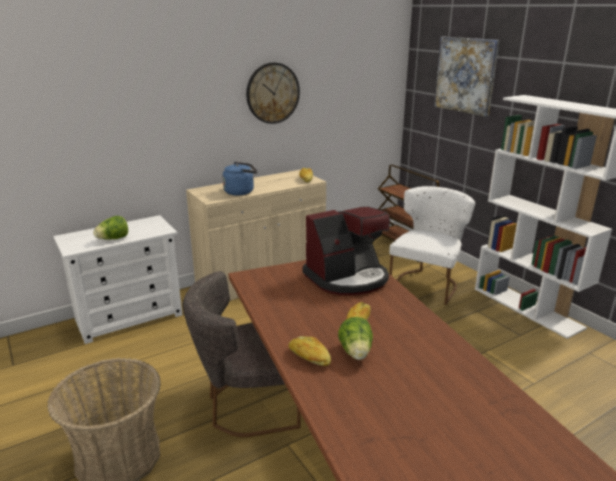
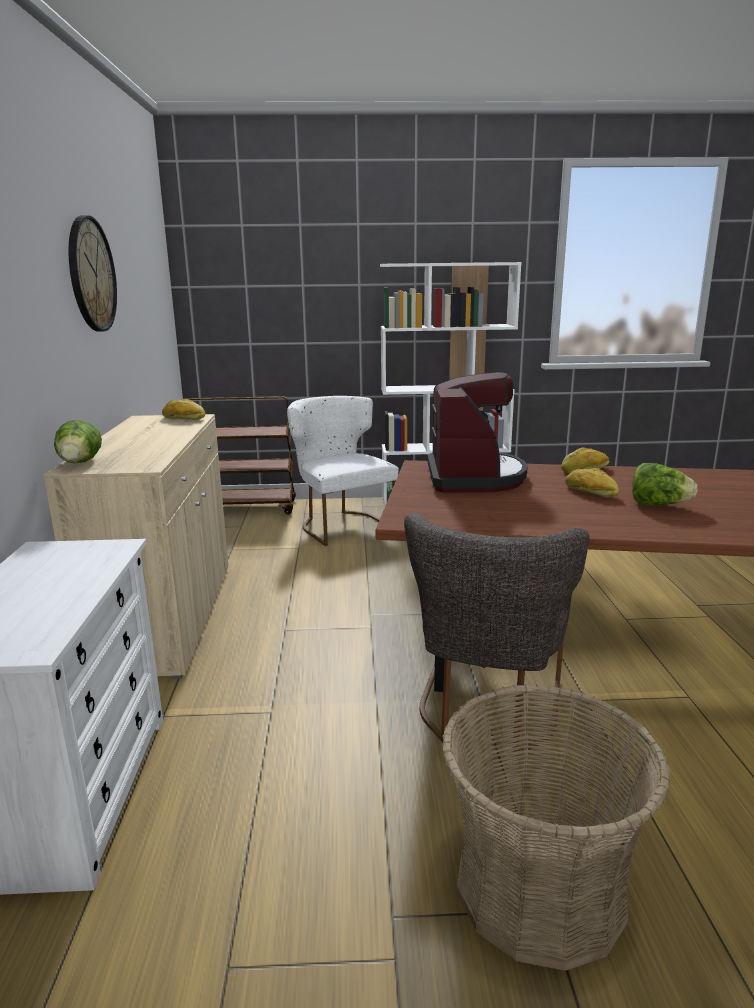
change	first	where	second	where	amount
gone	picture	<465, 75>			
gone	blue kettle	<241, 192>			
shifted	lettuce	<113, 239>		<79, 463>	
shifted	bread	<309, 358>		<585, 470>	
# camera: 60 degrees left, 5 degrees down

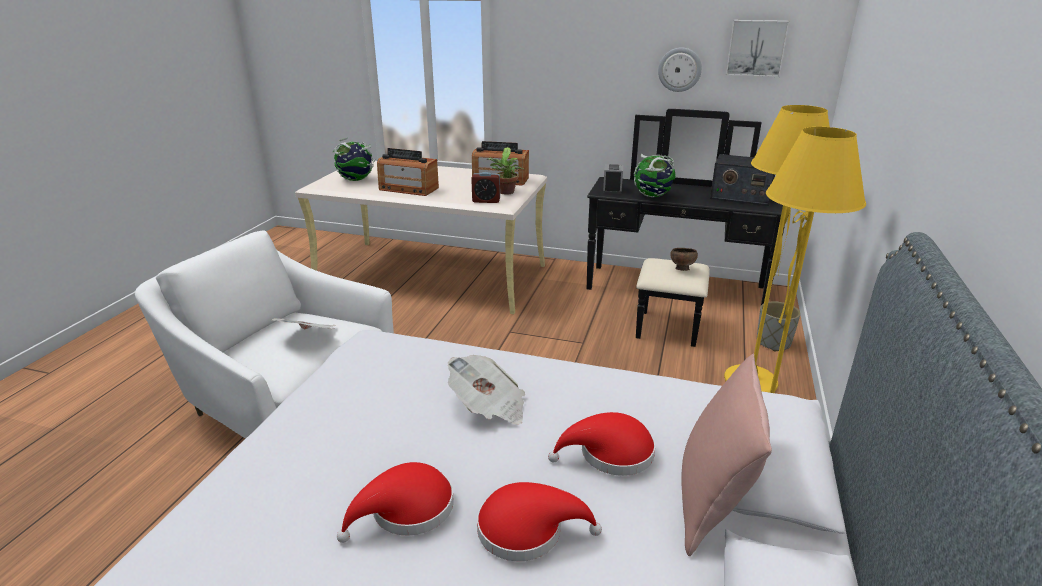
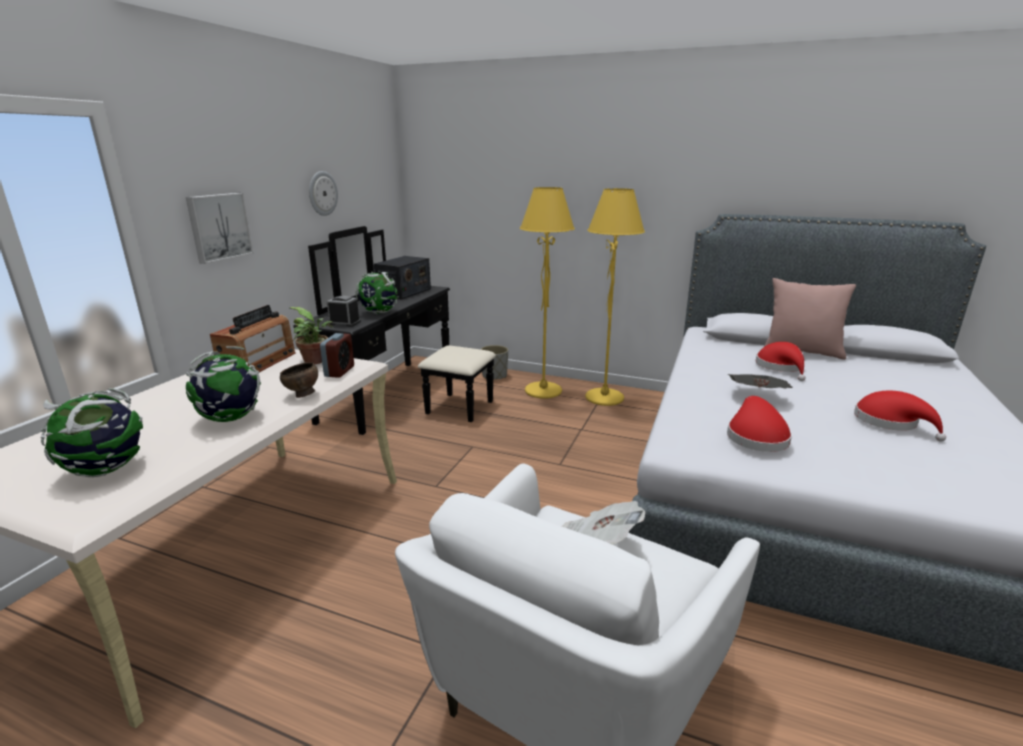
change	first	where	second	where	amount
shifted	picture	<756, 48>		<219, 227>	
swapped	radio	<408, 189>	globe	<230, 419>	
shifted	brown bowl	<681, 269>		<302, 395>	
shifted	red hat	<527, 529>		<755, 436>	
# camera: 85 degrees left, 5 degrees down

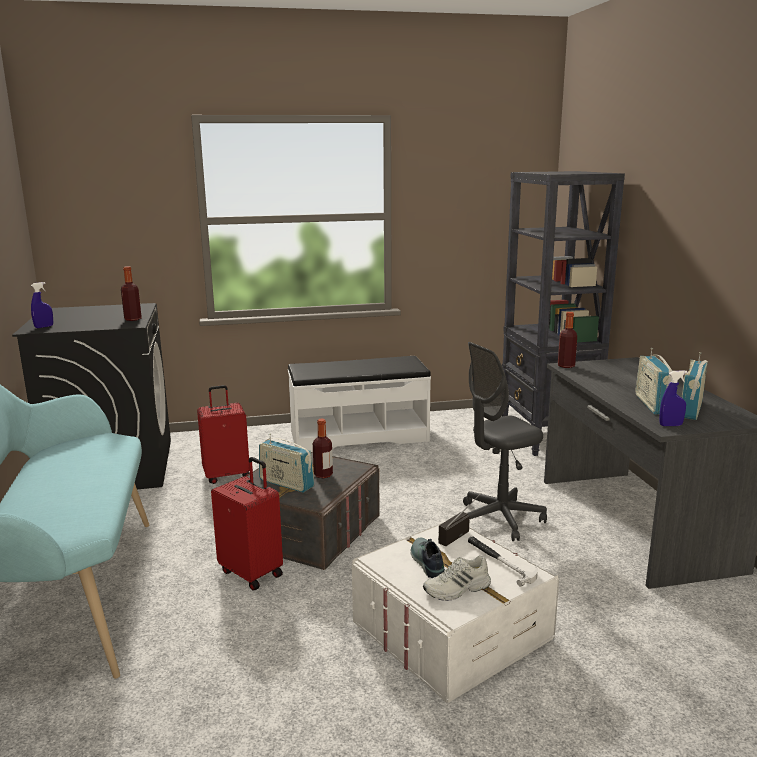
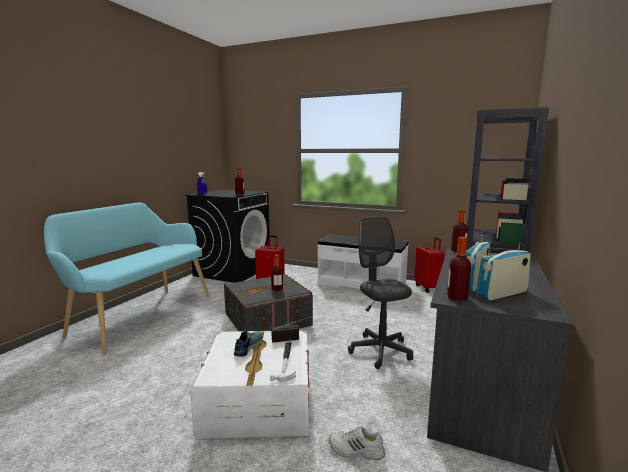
change	first	where	second	where	amount
rotated	grey office chair	<499, 519>		<380, 351>	60 degrees clockwise
swapped	blue spray bottle	<670, 425>	bottle	<457, 298>	
gone	radio	<286, 484>			
shifted	red suitcase	<252, 572>		<428, 288>	
shifted	white shoe	<457, 589>		<356, 451>	
# camera: 35 degrees right, 5 degrees down

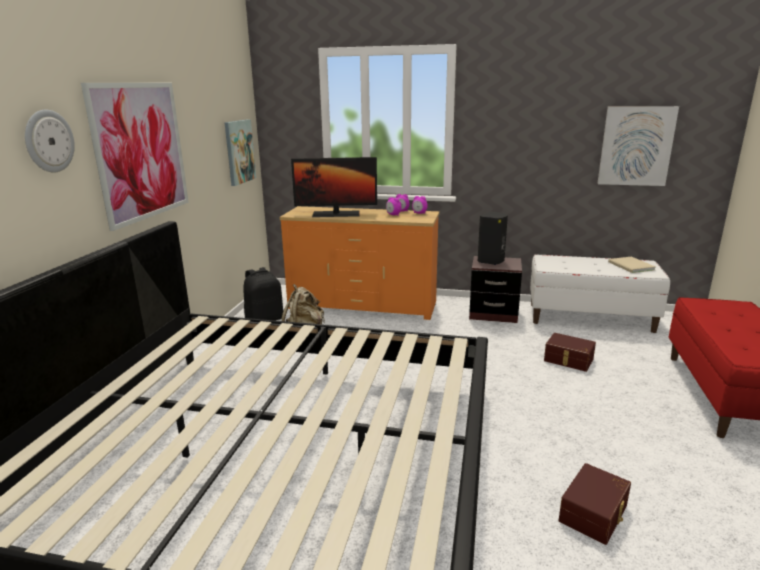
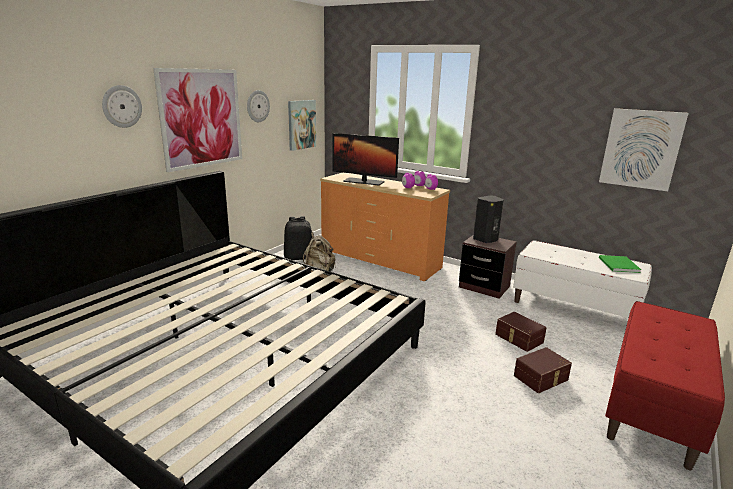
change	first	where	second	where	amount
repainted	beige book	<631, 266>	green book	<618, 265>	
shifted	brown storage box	<595, 514>		<541, 378>	
new			wall clock	<257, 106>	
# camera: 20 degrees right, 0 degrees up

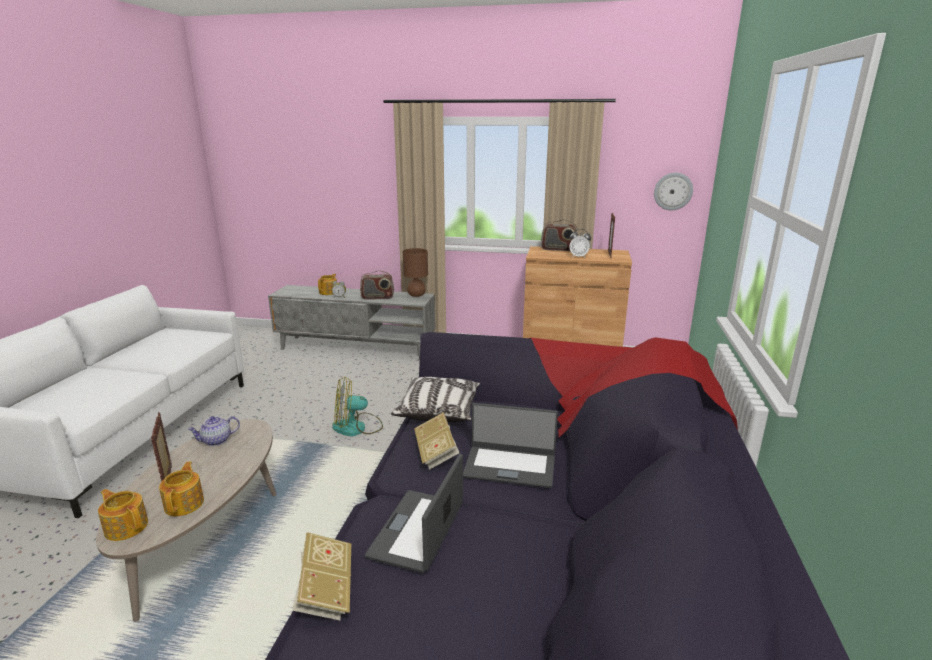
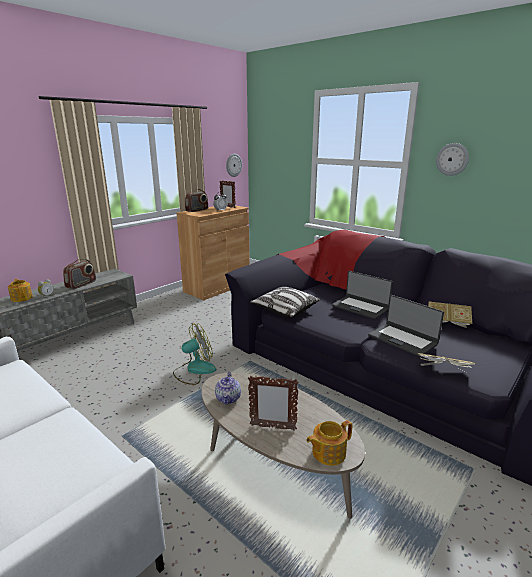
change	first	where	second	where	amount
gone	brown table lamp	<416, 295>			
rotated	fan	<357, 427>		<194, 370>	135 degrees counterclockwise
rotated	laptop	<510, 466>		<360, 307>	90 degrees clockwise
shifted	book	<436, 452>		<447, 322>	
gone	teapot	<185, 503>			
new			wall clock	<452, 159>	
# camera: 60 degrees left, 0 degrees up

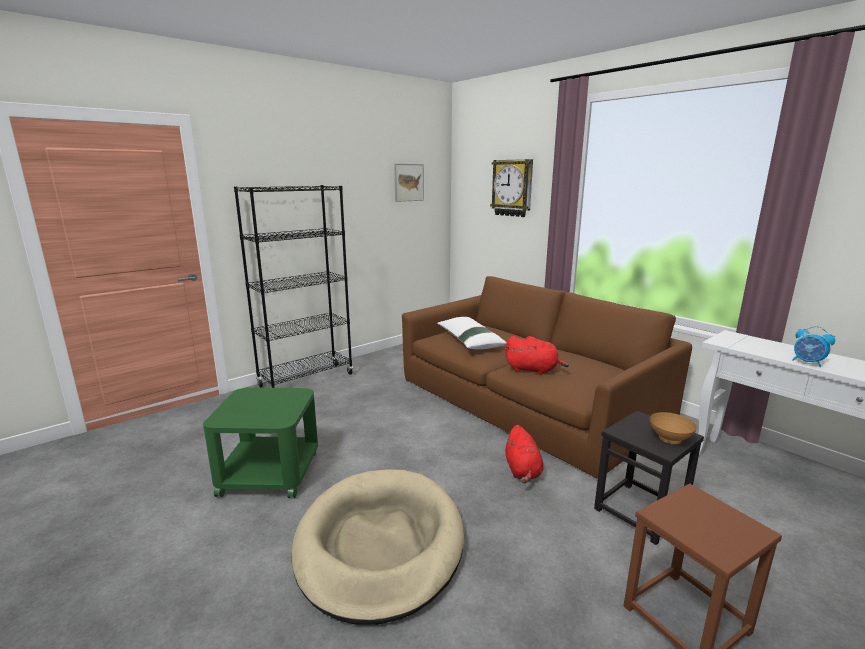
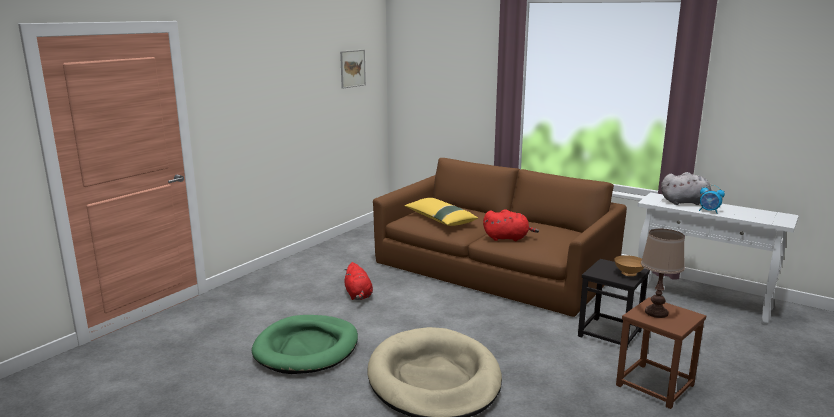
change	first	where	second	where	amount
gone	wall clock	<512, 188>			
gone	black bookcase	<306, 380>			
repainted	white pillow	<469, 340>	yellow pillow	<439, 219>	
swapped	green side table	<270, 472>	green dog bed	<307, 348>	
shifted	red plush toy	<522, 471>		<358, 295>	
new			grey plush toy	<686, 202>	
new			brown table lamp	<656, 313>	
# camera: 15 degrees left, 0 degrees up

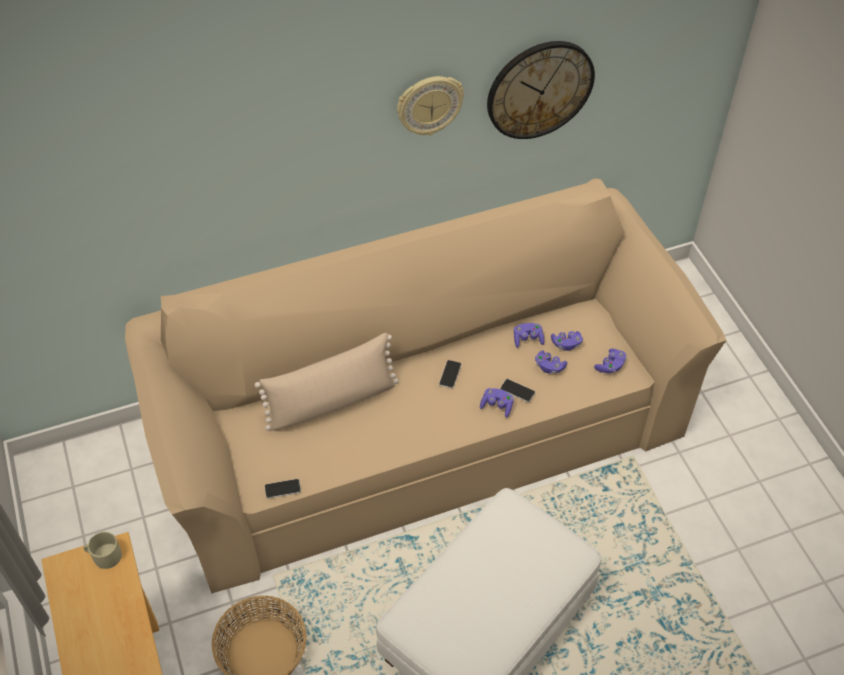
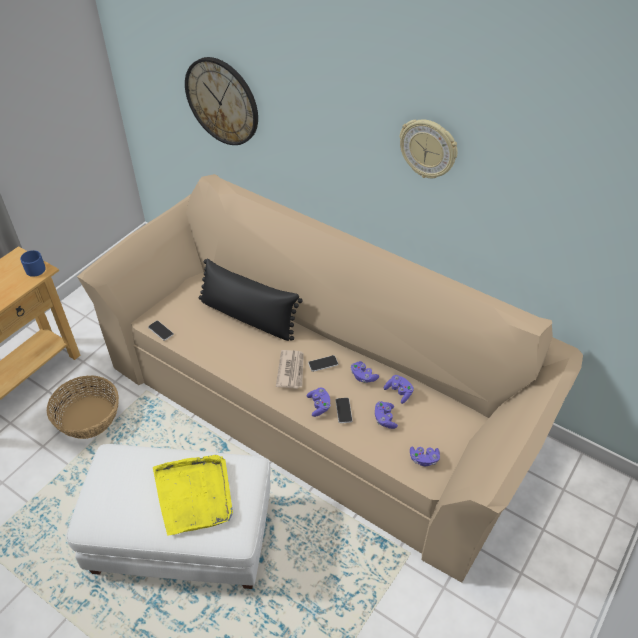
change	first	where	second	where	amount
shifted	wall clock	<539, 89>		<222, 101>	
shifted	purple game controller	<566, 344>		<363, 376>	
repainted	beige pillow	<332, 402>	black pillow	<248, 317>	
repainted	beige mug	<104, 555>	blue mug	<35, 268>	
new			newspaper	<291, 370>	
new			yellow tray	<194, 495>	
# camera: 55 degrees right, 5 degrees down

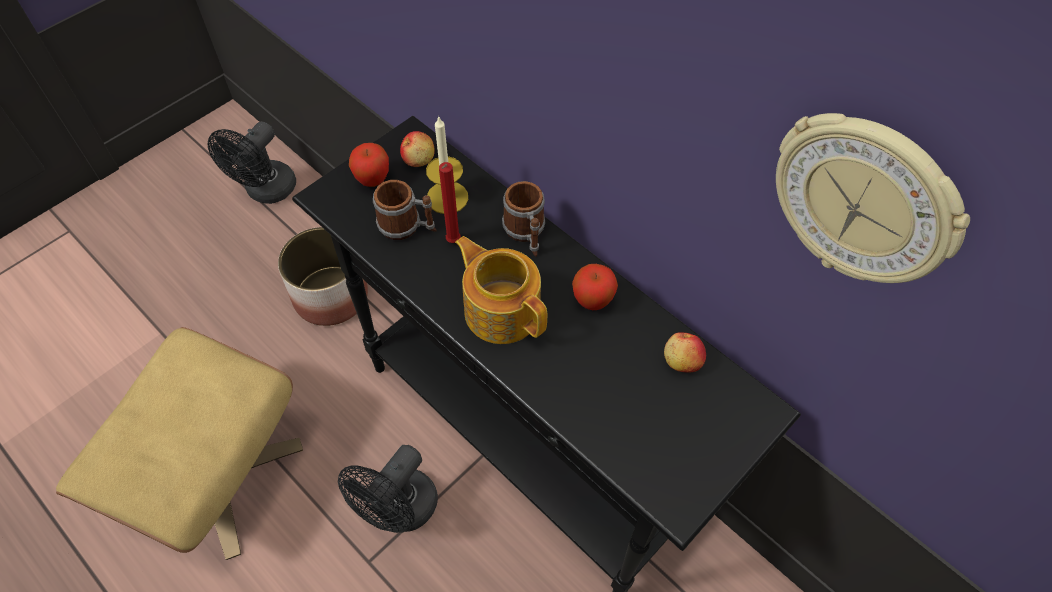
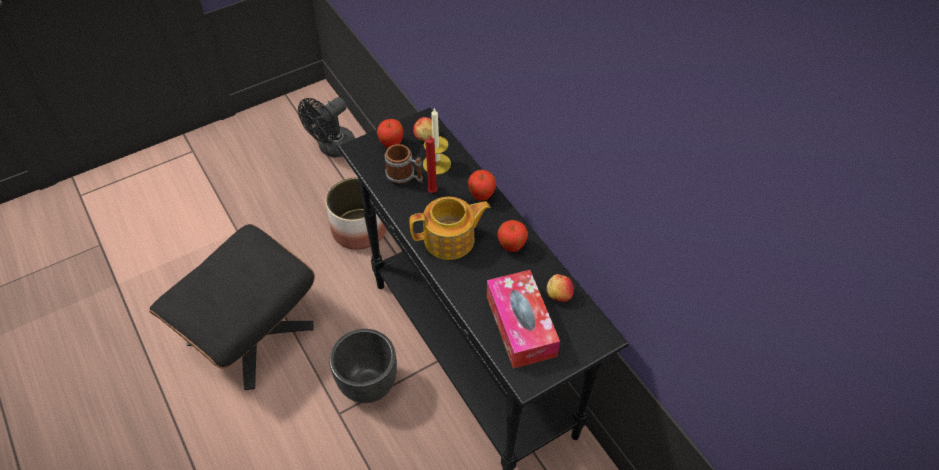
change	first	where	second	where	amount
gone	wall clock	<863, 201>			
swapped	mug	<526, 234>	apple	<481, 196>	
rotated	teapot	<501, 309>		<450, 240>	105 degrees clockwise
repainted	beige ottoman	<215, 475>	black ottoman	<250, 333>	
swapped	black fan	<399, 511>	black planter	<369, 385>	
new			tissue box	<521, 326>	
# camera: 15 degrees right, 5 degrees down

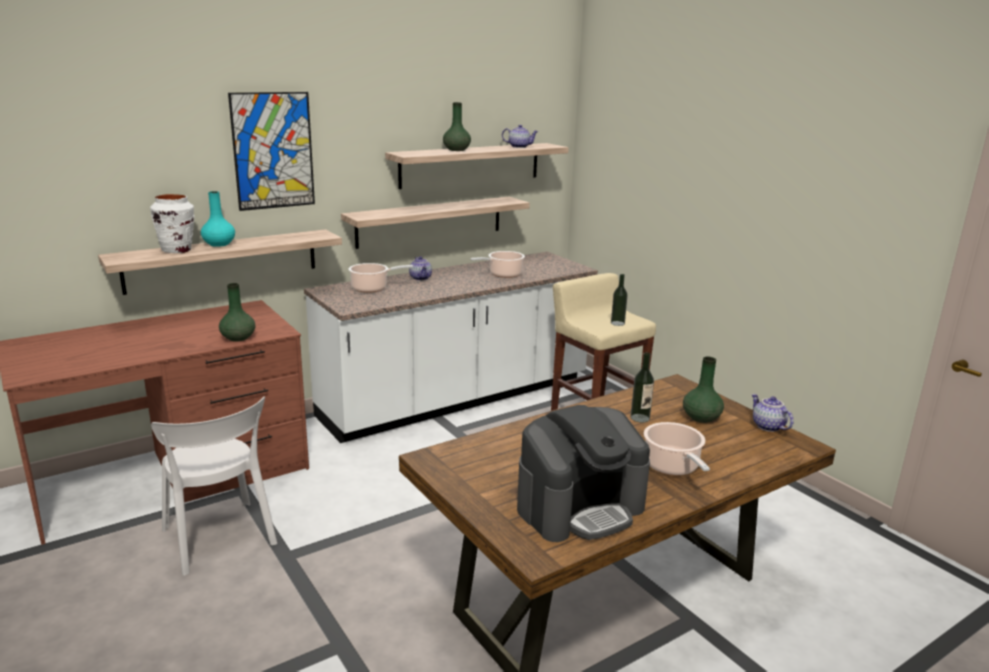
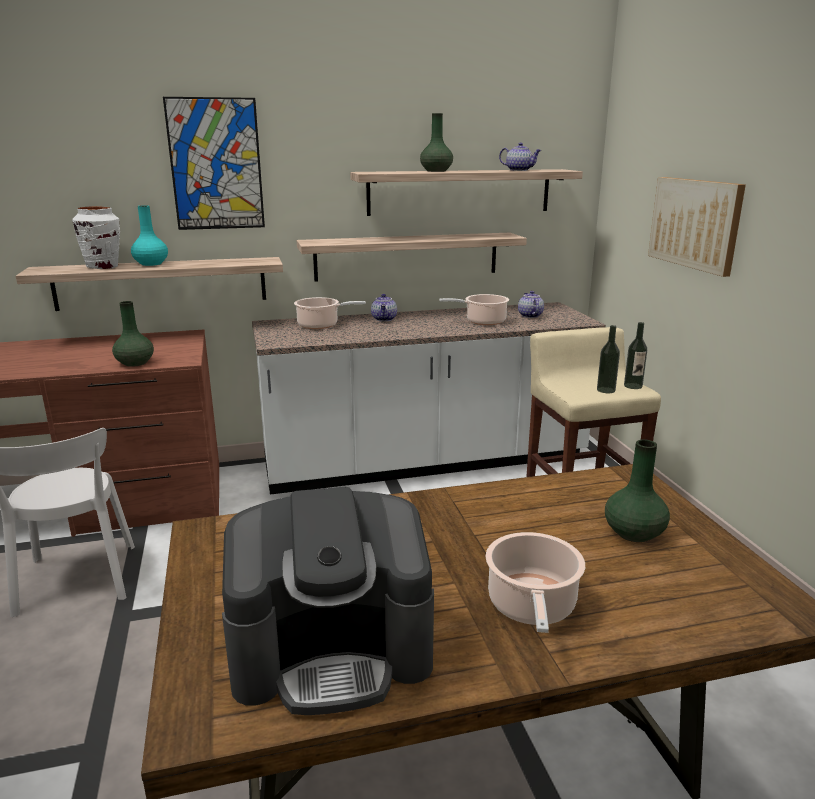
change	first	where	second	where	amount
shifted	bottle	<640, 418>		<633, 386>	
shifted	teapot	<767, 426>		<529, 316>	
new			picture	<695, 223>	
# camera: 20 degrees right, 0 degrees up

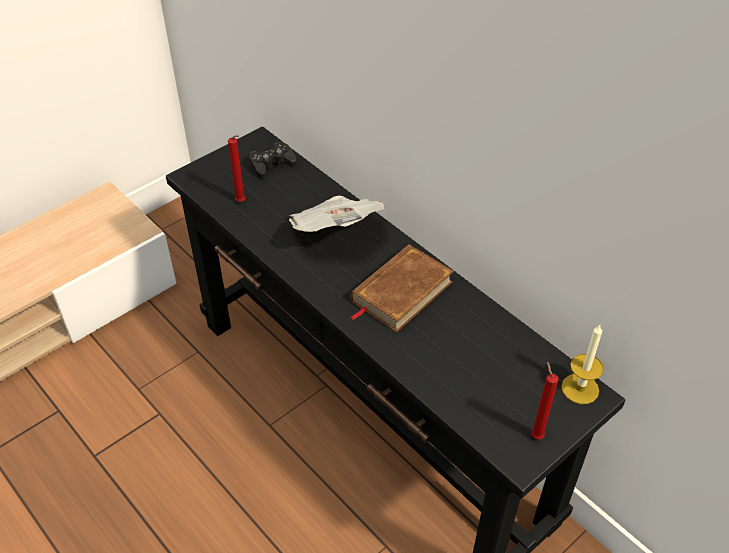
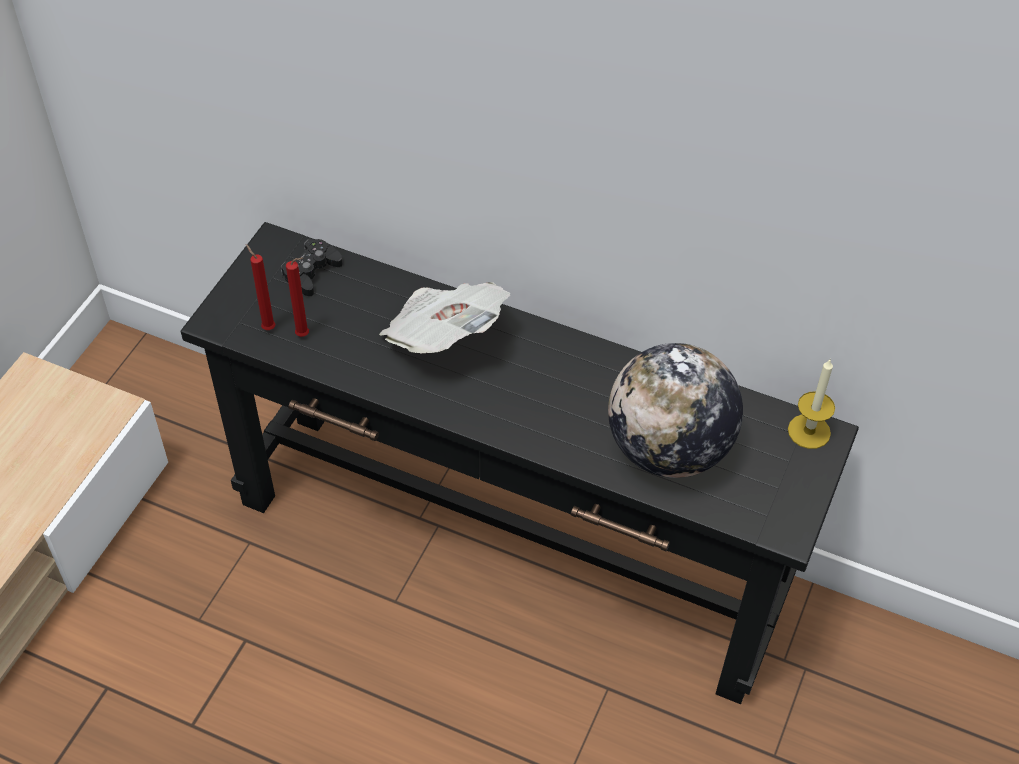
change	first	where	second	where	amount
gone	brown book	<401, 292>			
shifted	red candle	<536, 435>		<267, 327>	
new			globe	<668, 450>	
# camera: 25 degrees left, 5 degrees up

